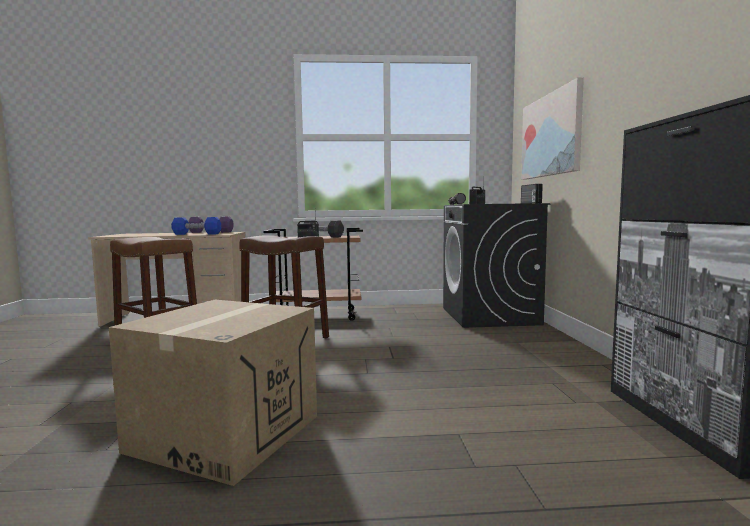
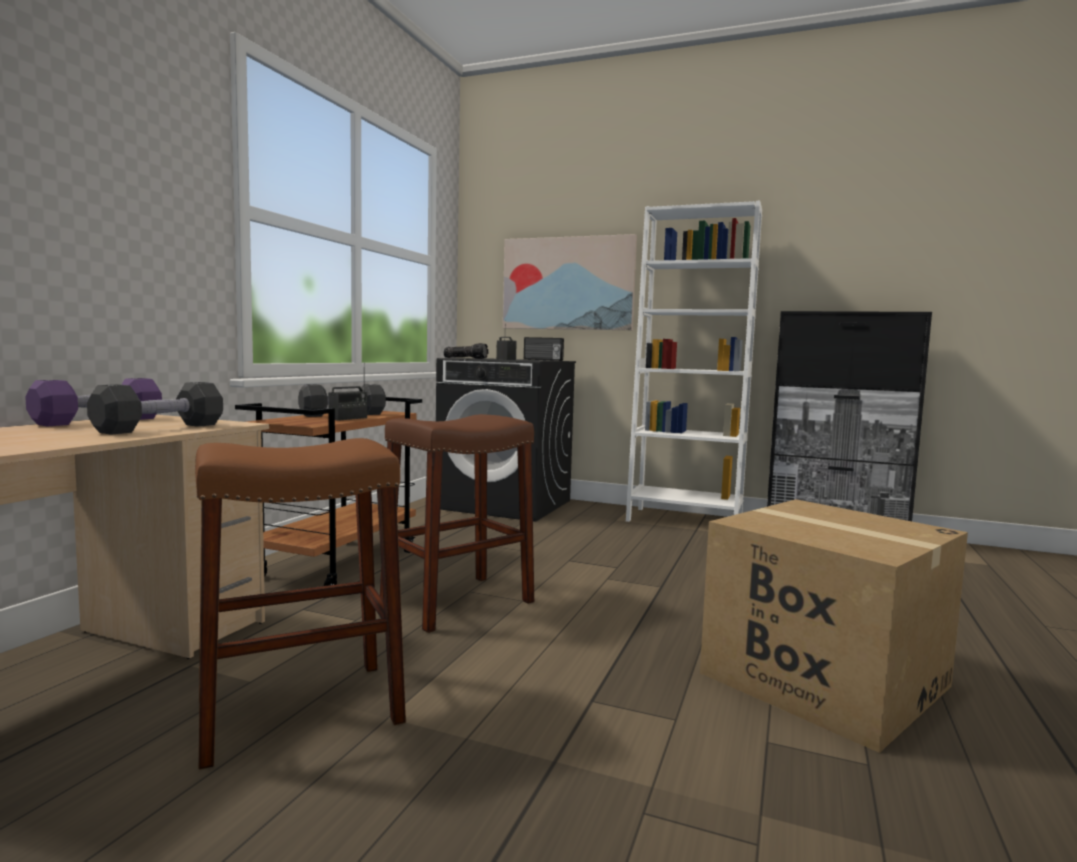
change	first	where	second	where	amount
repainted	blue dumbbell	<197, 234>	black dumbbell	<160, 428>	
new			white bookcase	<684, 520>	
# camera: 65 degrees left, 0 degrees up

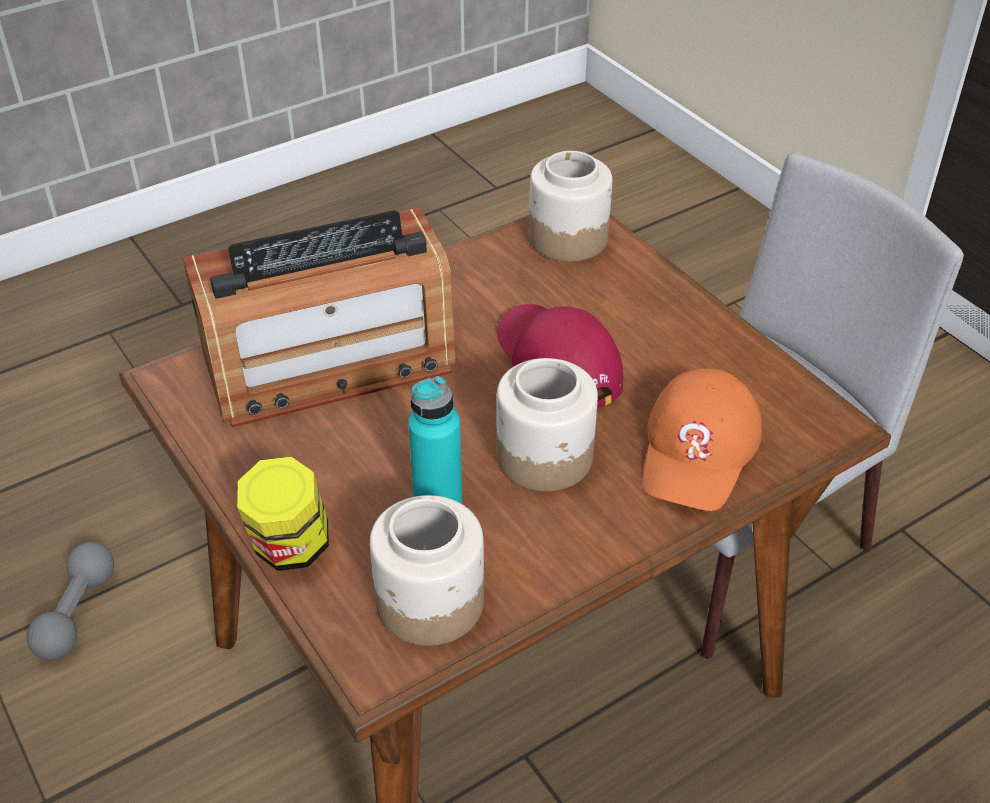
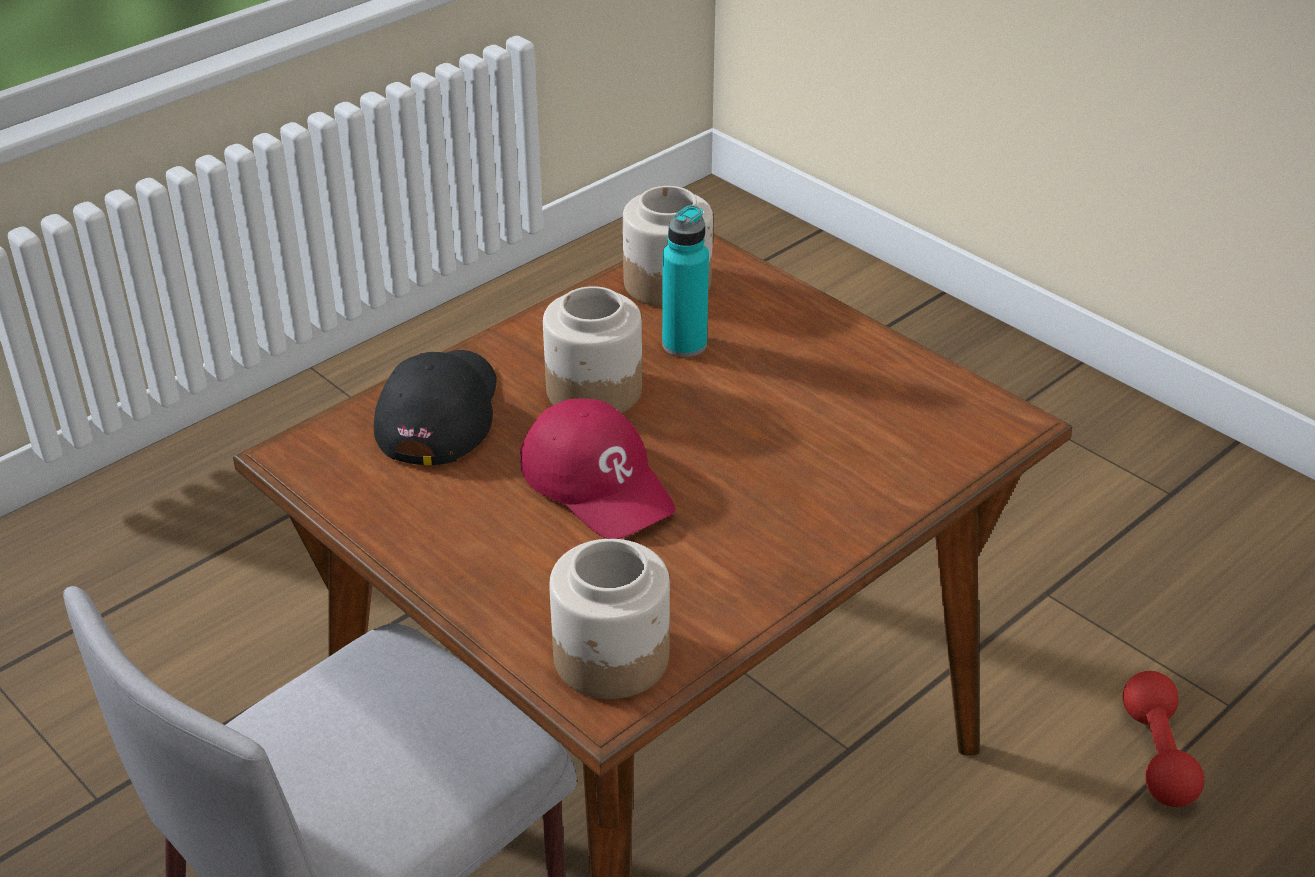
change	first	where	second	where	amount
gone	radio	<329, 364>			
repainted	orange cap	<699, 450>	black cap	<439, 413>	
gone	jar	<290, 548>			
repainted	grey dumbbell	<77, 613>	red dumbbell	<1157, 755>	
# camera: 170 degrees right, 5 degrees down

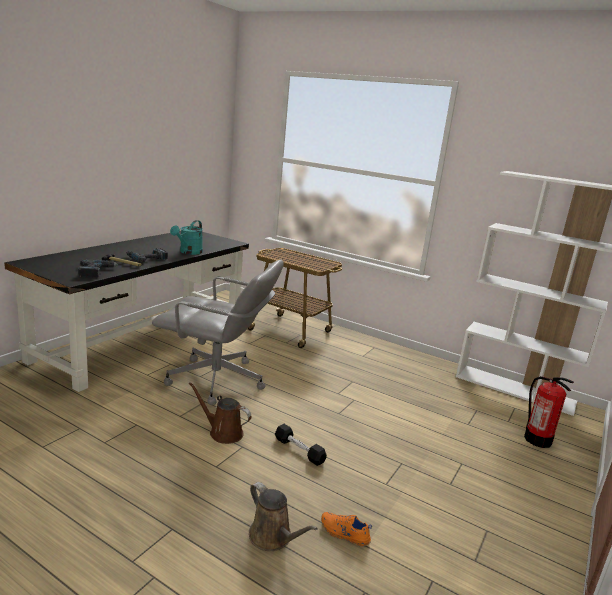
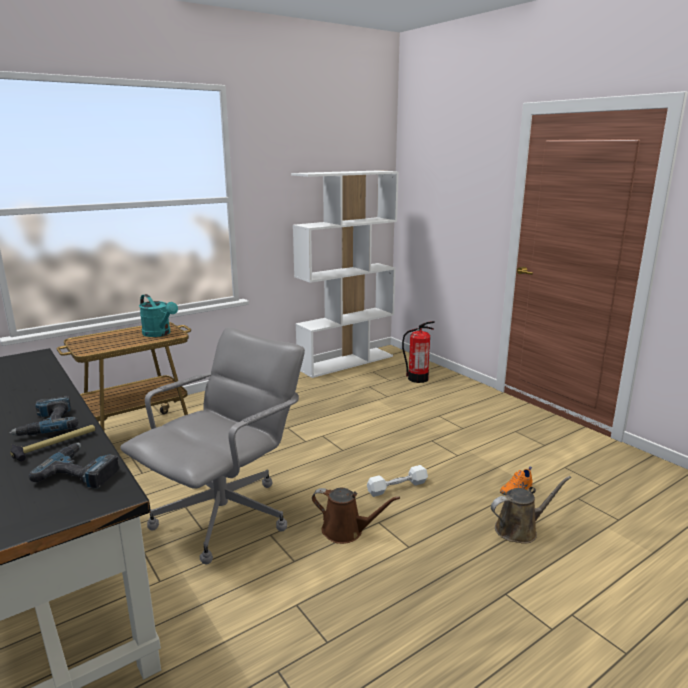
change	first	where	second	where	amount
shifted	turquoise watering can	<189, 252>		<159, 334>	
rotated	brown watering can	<223, 432>		<346, 531>	120 degrees counterclockwise
repainted	black dumbbell	<299, 450>	white dumbbell	<397, 487>	
# camera: 65 degrees left, 0 degrees up

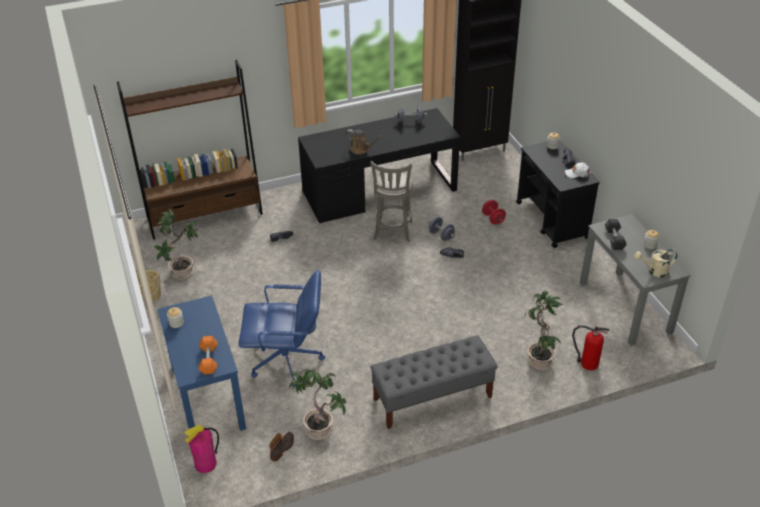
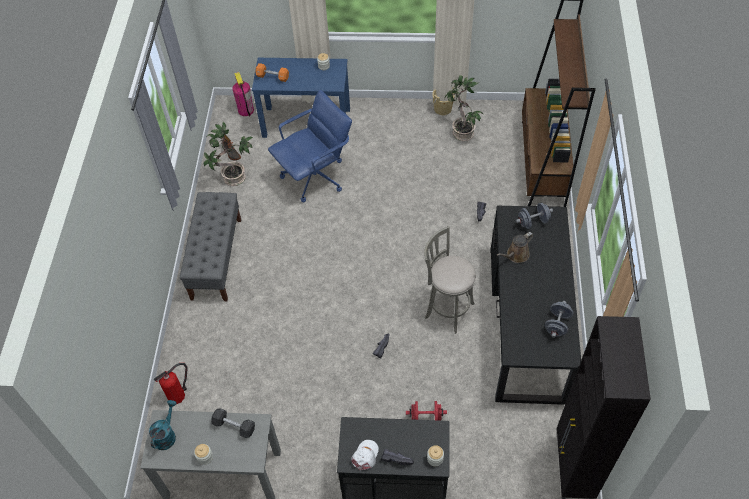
change	first	where	second	where	amount
shifted	grey dumbbell	<441, 235>		<533, 222>	
repainted	beige watering can	<654, 271>	turquoise watering can	<166, 434>	
rotated	blue office chair	<287, 360>		<315, 177>	150 degrees counterclockwise
gone	potted plant	<538, 360>			
# camera: 115 degrees right, 15 degrees up

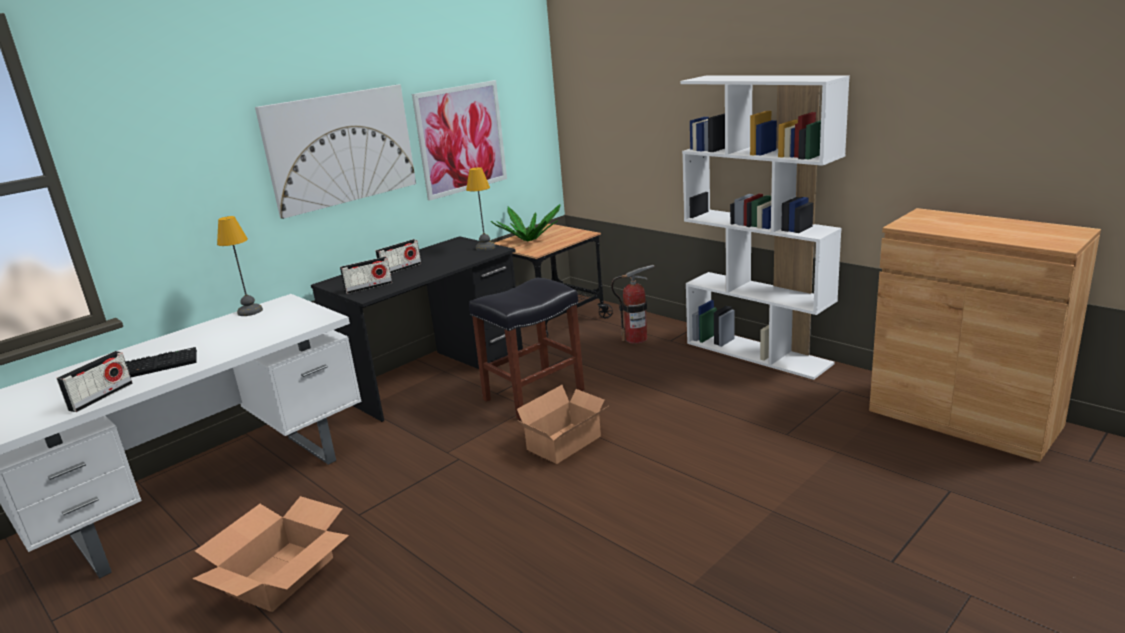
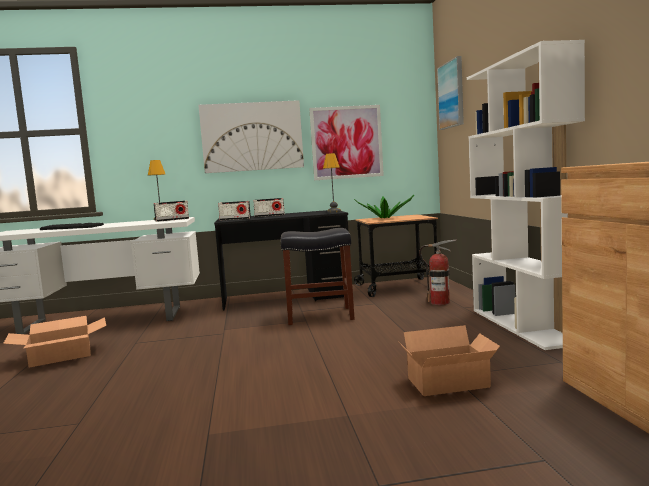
change	first	where	second	where	amount
shifted	radio	<101, 396>		<172, 220>	
shifted	cardboard box	<567, 443>		<451, 383>	
new			picture	<451, 95>	
# camera: 35 degrees right, 15 degrees down

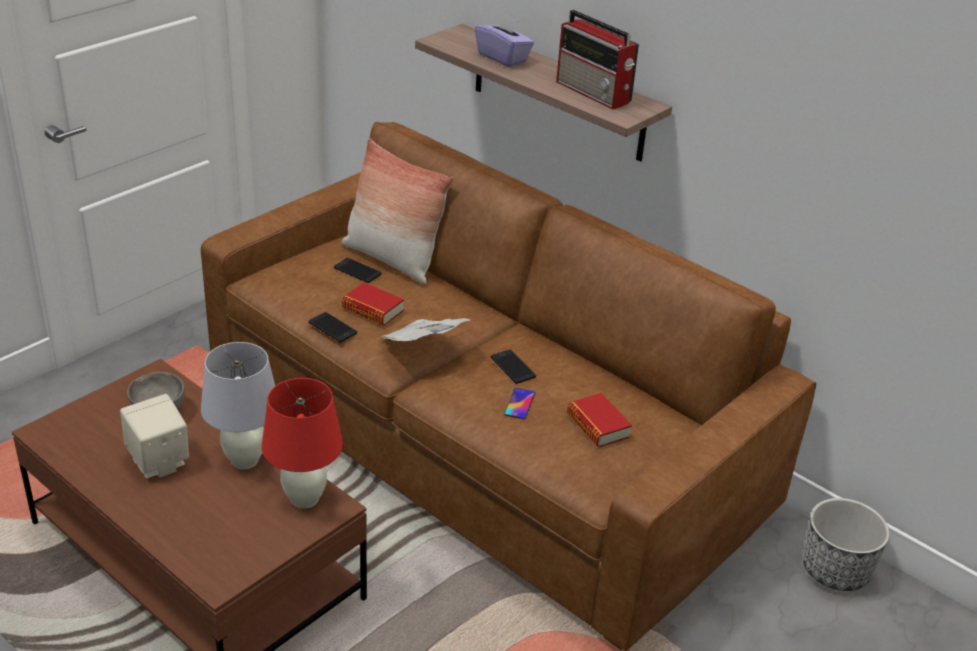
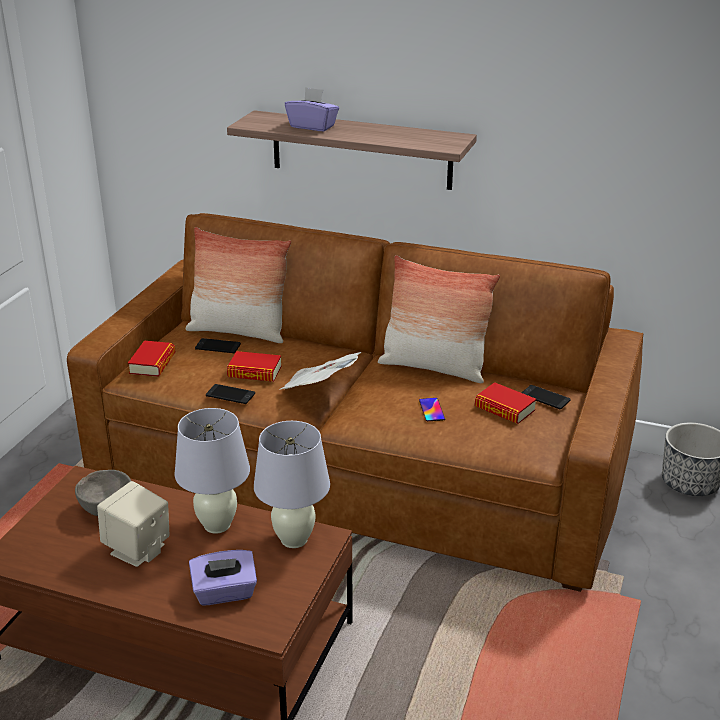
change	first	where	second	where	amount
gone	radio	<594, 93>			
shifted	phone	<513, 367>		<545, 397>	
repainted	red table lamp	<304, 499>	white table lamp	<294, 540>	
new			pillow	<434, 367>	
new			book	<152, 363>	
new			purple tissue box	<225, 593>	
# camera: 20 degrees left, 5 degrees down

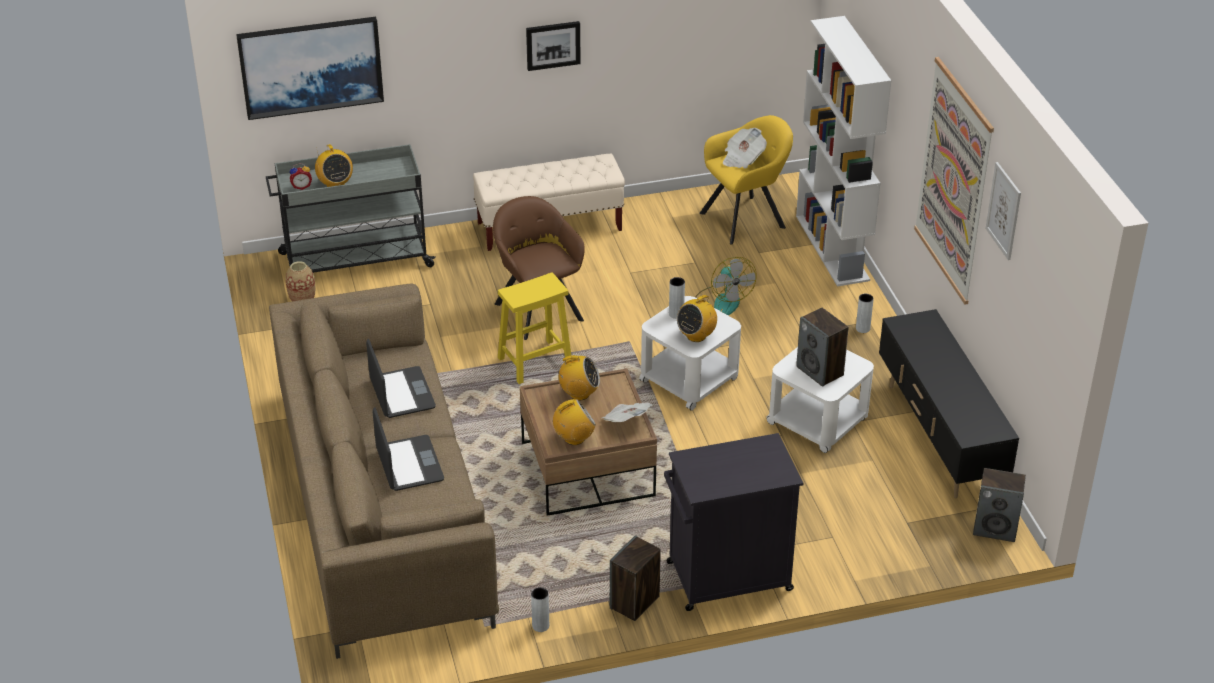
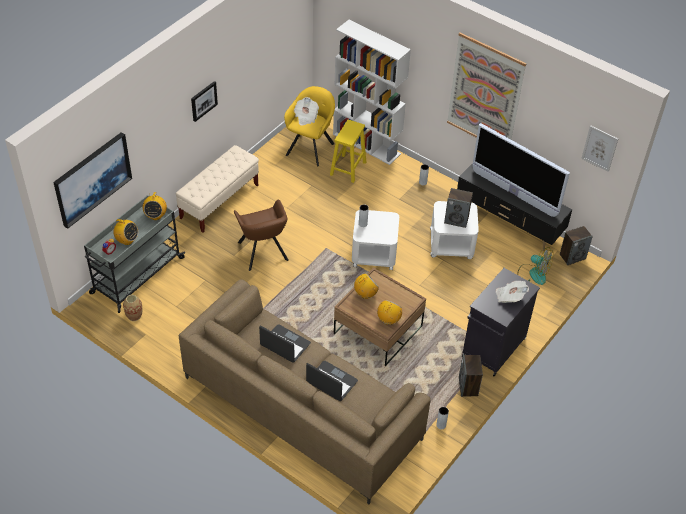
change	first	where	second	where	amount
shifted	picture	<1004, 211>		<599, 148>	
rotated	brown armchair	<538, 309>		<263, 253>	135 degrees counterclockwise
shifted	fan	<723, 300>		<533, 274>	
shifted	yellow stool	<534, 362>		<348, 169>	
shifted	radio	<696, 336>		<155, 216>	
shifted	newspaper	<626, 421>		<510, 296>	
new			television	<513, 193>	
# camera: 40 degrees left, 10 degrees up

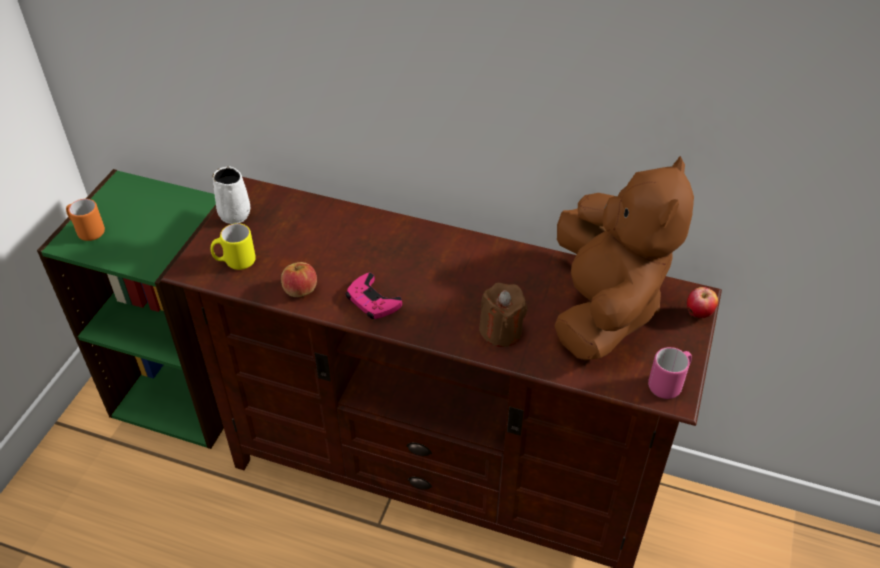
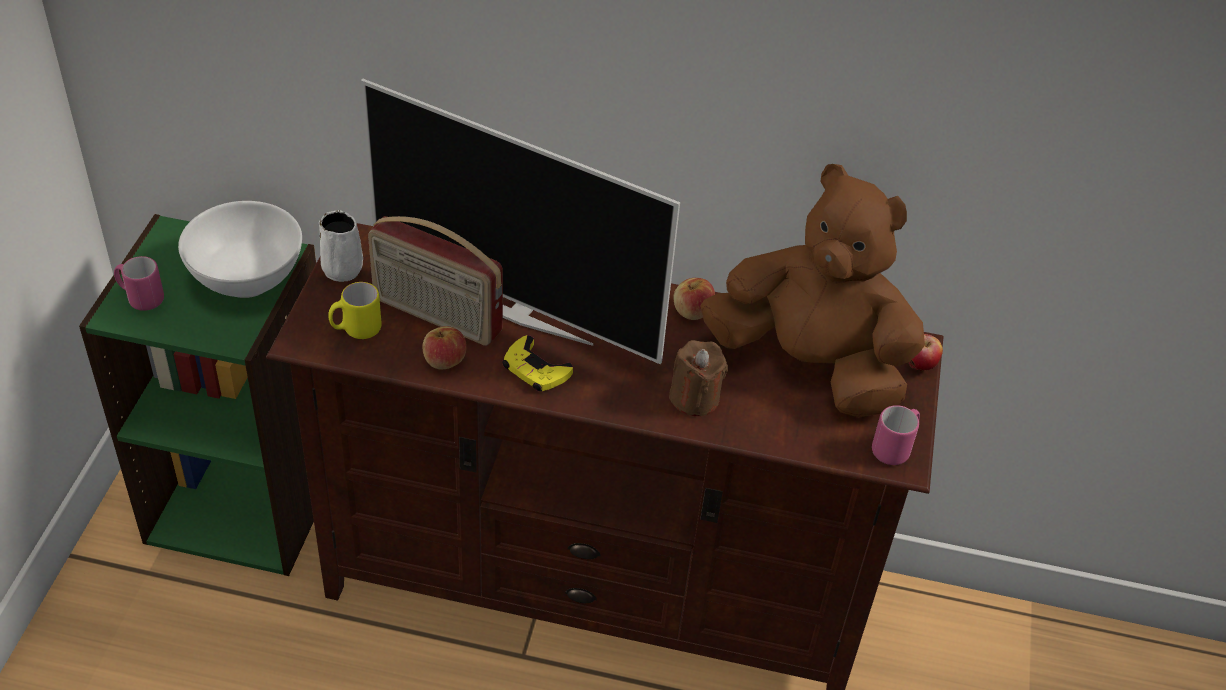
change	first	where	second	where	amount
rotated	brown plush toy	<603, 308>		<810, 365>	60 degrees counterclockwise
repainted	orange mug	<87, 231>	pink mug	<140, 298>	
repainted	pink game controller	<372, 301>	yellow game controller	<535, 369>	
new			television	<520, 312>	
new			white bowl	<247, 279>	
new			radio	<436, 316>	
new			apple	<692, 311>	
# camera: 10 degrees left, 0 degrees up

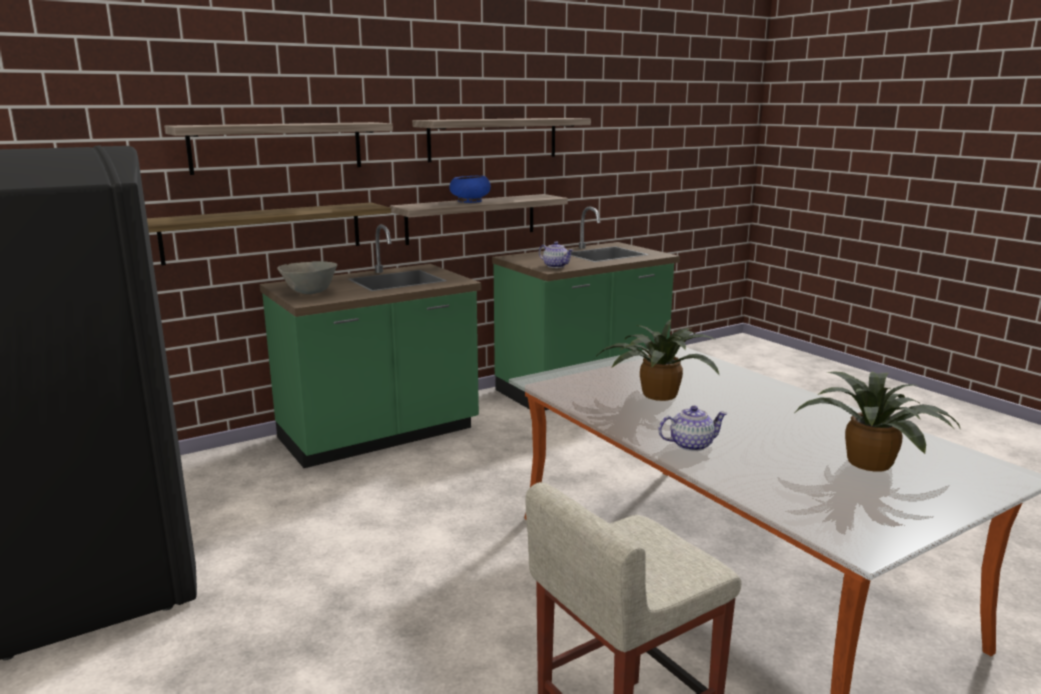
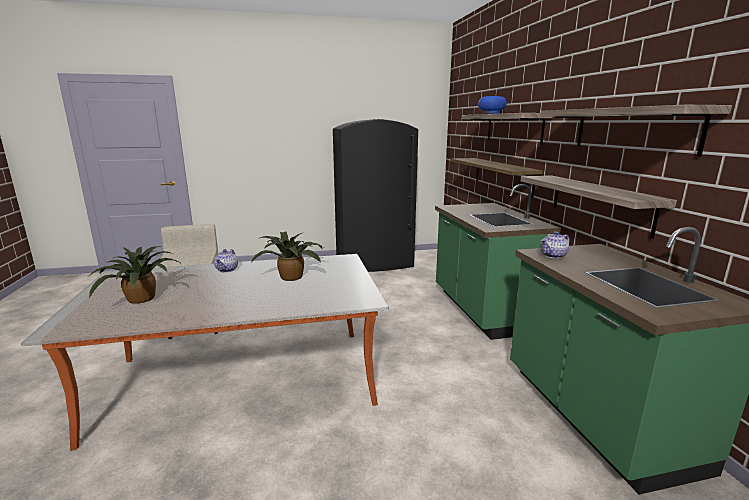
change	first	where	second	where	amount
shifted	blue bowl	<469, 201>		<491, 114>	
gone	grey bowl	<310, 293>			
# camera: 110 degrees right, 0 degrees up

